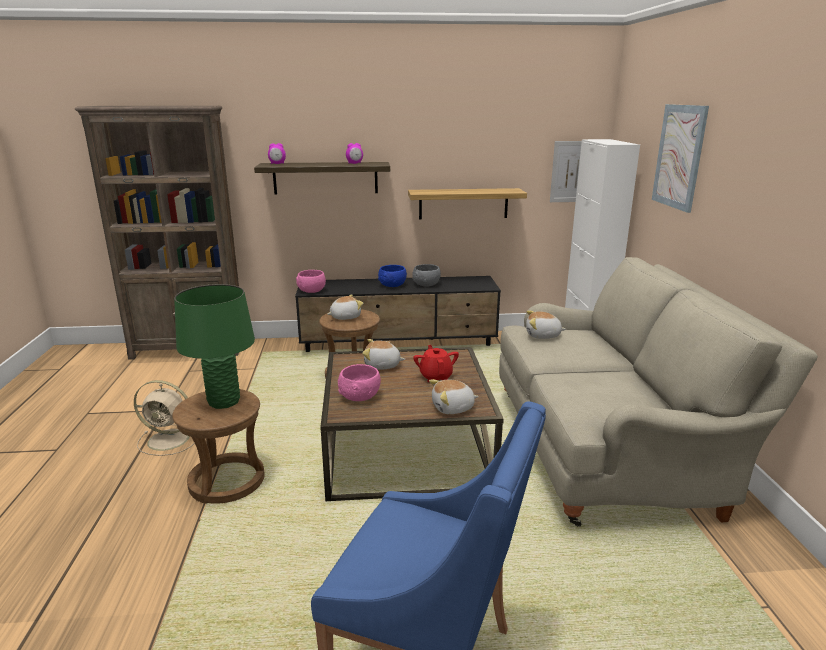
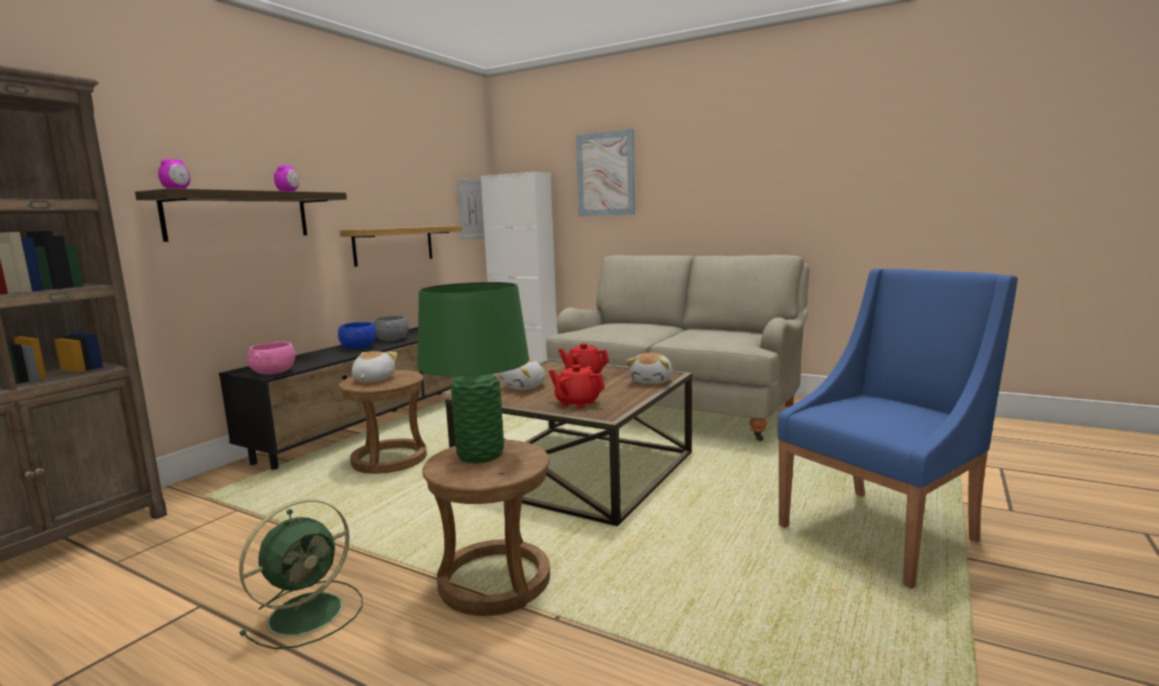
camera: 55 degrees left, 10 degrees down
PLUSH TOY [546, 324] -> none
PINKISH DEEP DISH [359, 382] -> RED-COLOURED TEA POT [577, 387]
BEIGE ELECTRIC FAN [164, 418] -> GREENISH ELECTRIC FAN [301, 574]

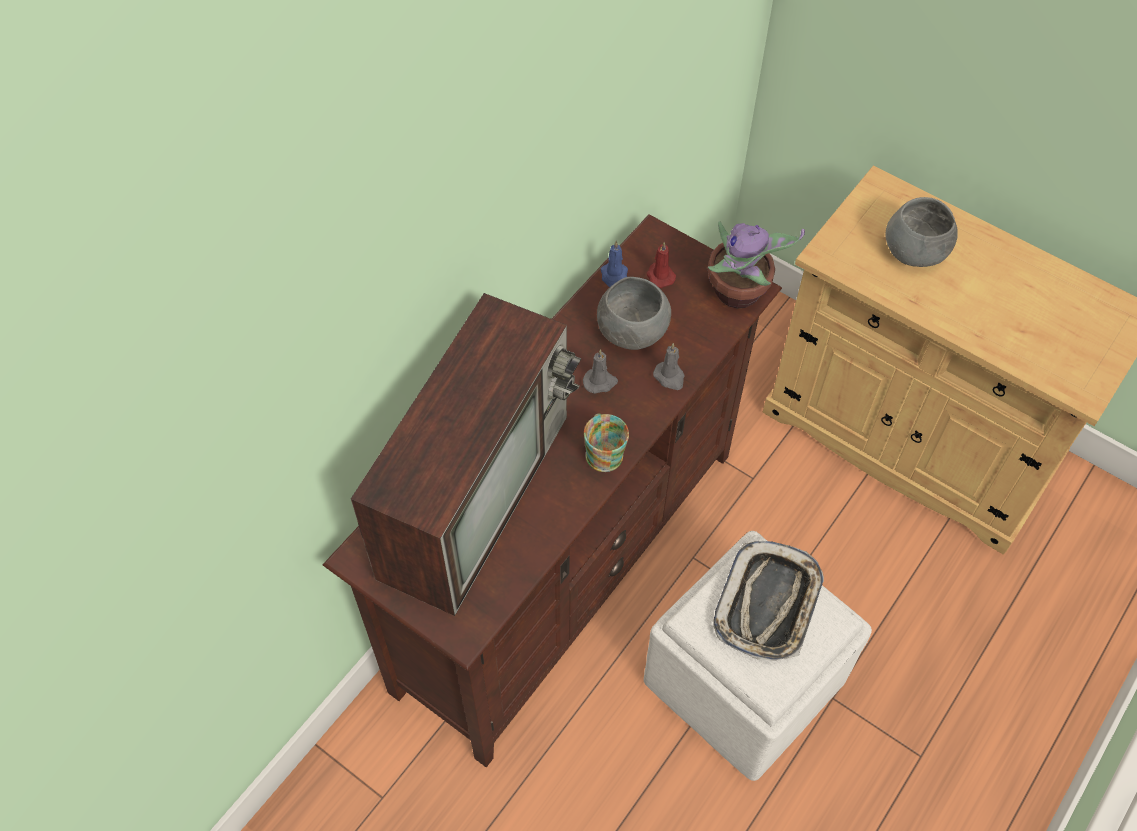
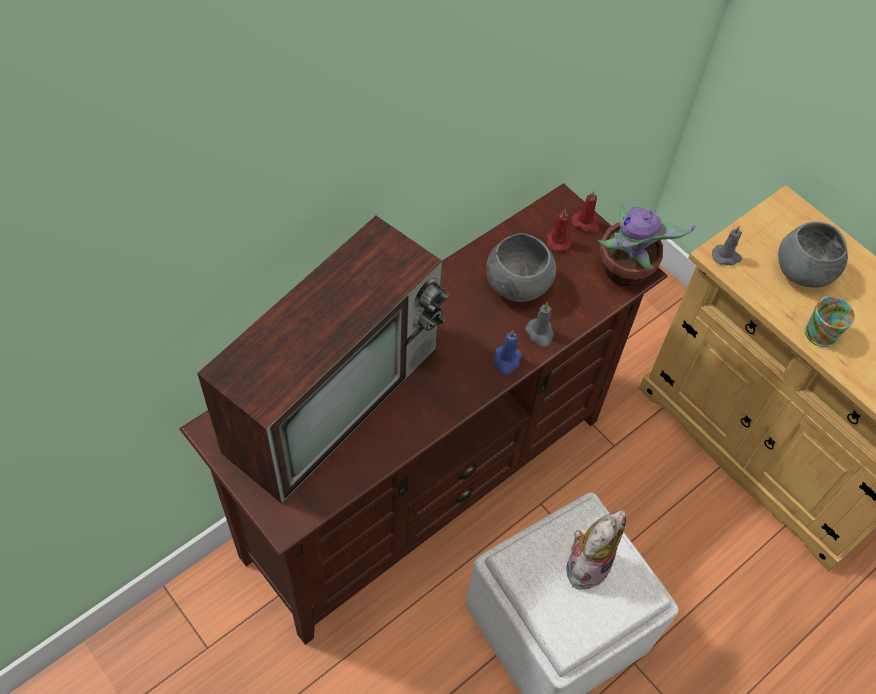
camera: 10 degrees right, 0 degrees up
none -> RED-COLOURED WAX LIGHT [585, 212]
GREY WAX LIGHT [600, 371] -> GREY WAX LIGHT [727, 246], move
TEA MUG [606, 443] -> TEA MUG [830, 321], move
BLUE WAX LIGHT [614, 264] -> BLUE WAX LIGHT [508, 352], move
TRAY [768, 601] -> PLUSH TOY [596, 553]

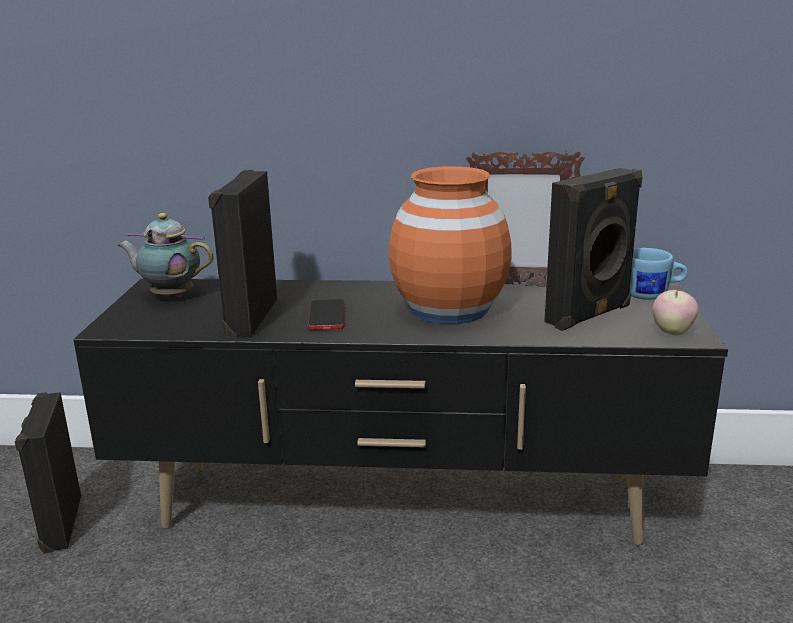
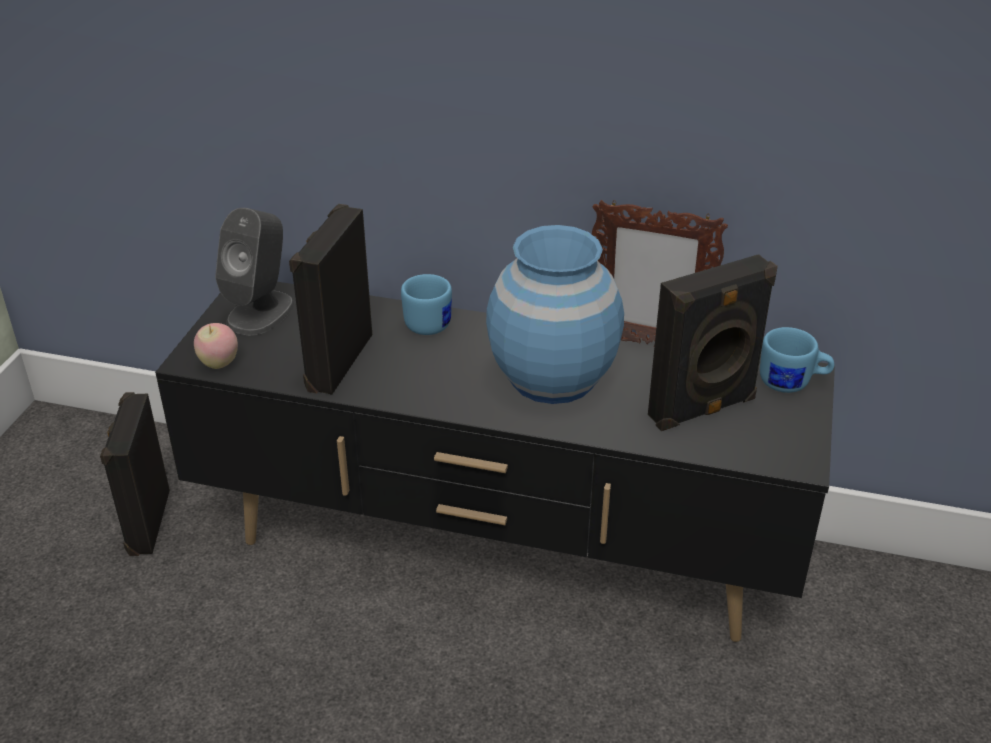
camera: 10 degrees right, 15 degrees up
HANDSET [327, 314] -> none
none -> BLUE TEA MUG [426, 304]
APPLE [675, 311] -> APPLE [216, 346], move
TEA POT [166, 255] -> GREY LOUDSPEAKER [255, 271]
ORANGE FLOWER VASE [450, 245] -> BLUE FLOWER VASE [555, 314]

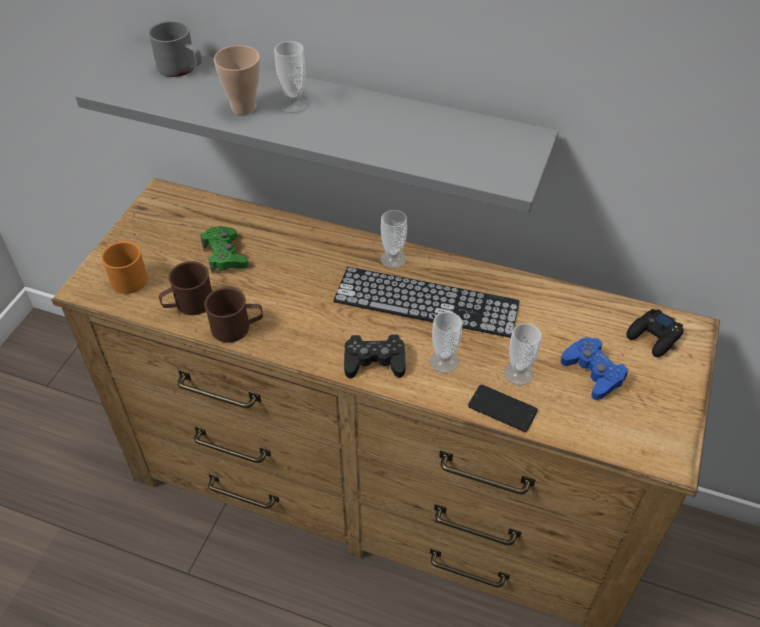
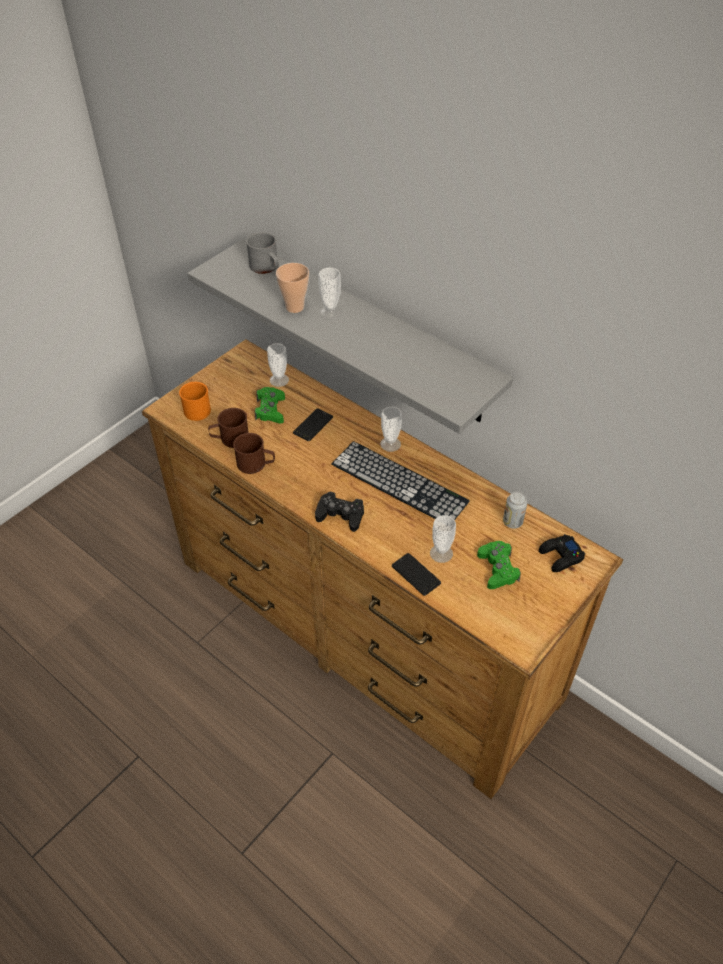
camera: 20 degrees right, 0 degrees up
none -> HANDSET [313, 425]
none -> METAL CAN [515, 510]
SMALL CUP [446, 342] -> SMALL CUP [278, 365], move
BLUE JOYPAD [594, 368] -> GREENISH JOYPAD [499, 565]

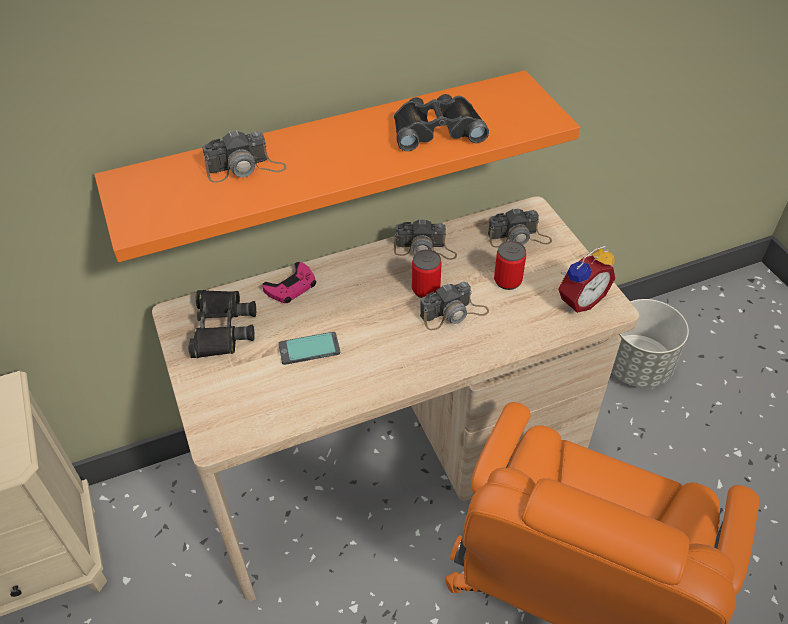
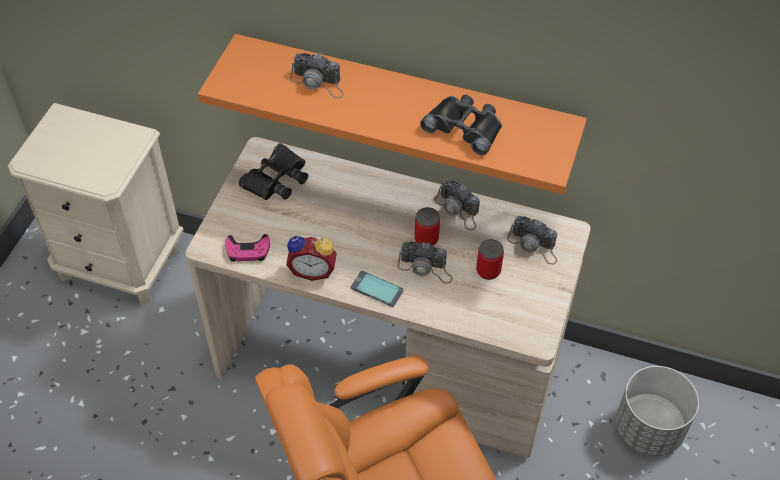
camera: 40 degrees right, 5 degrees up
PINKISH JOYPAD [289, 282] -> PINKISH JOYPAD [247, 248], move
HANDSET [309, 348] -> HANDSET [377, 289], move
ALARM CLOCK [586, 279] -> ALARM CLOCK [311, 257], move

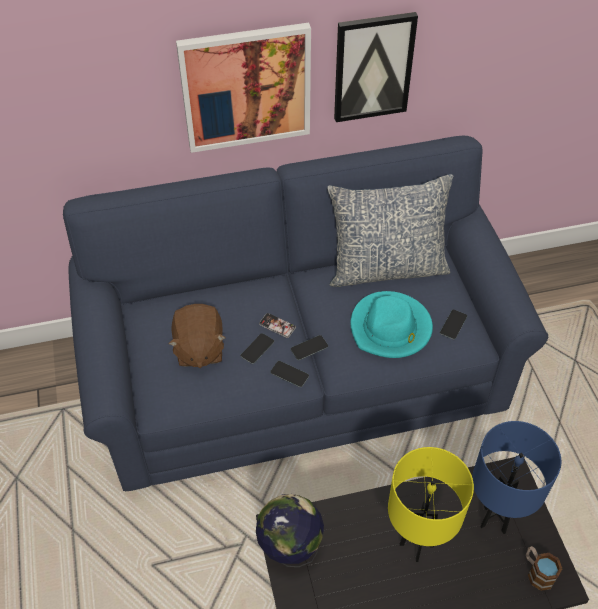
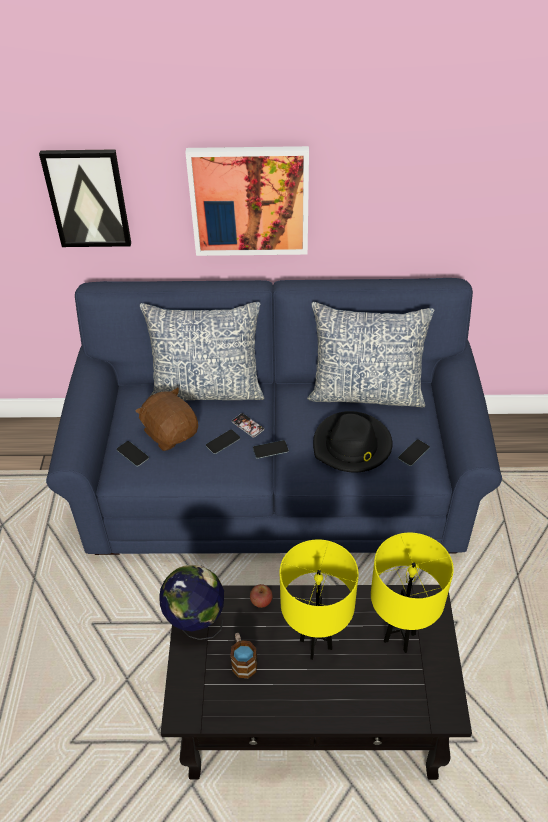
camera: 15 degrees right, 5 degrees down
none -> CUSHION [202, 350]
none -> APPLE [261, 596]
HANDSET [289, 374] -> HANDSET [133, 454], move
WALL PICTURE [376, 67] -> WALL PICTURE [85, 198], move
TEA MUG [544, 568] -> TEA MUG [243, 655], move
BLUE-GREEN HAT [391, 324] -> BLACKISH HAT [353, 441]
BLUE TABLE LAMP [516, 477] -> YELLOW TABLE LAMP [412, 593]
BROWN-COLOURED PLUSH TOY [197, 336] -> BROWN-COLOURED PLUSH TOY [166, 419], 135 degrees clockwise

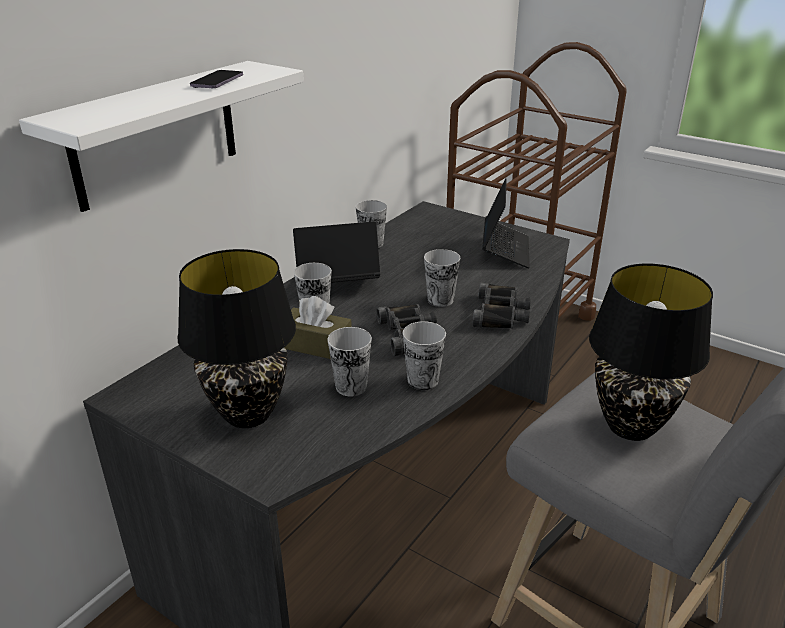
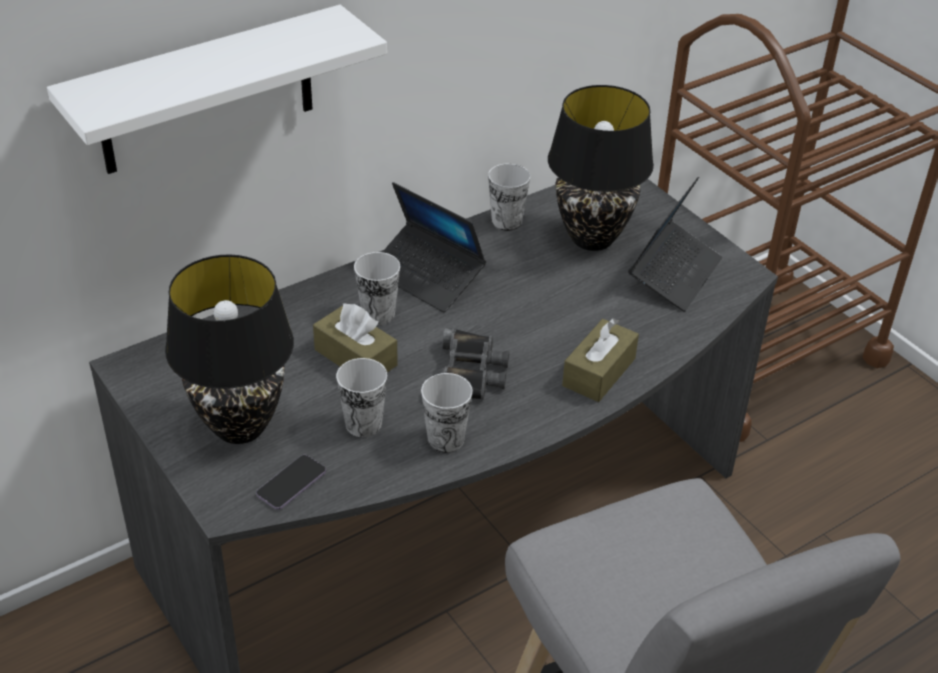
camera: 20 degrees right, 10 degrees up
SMALL CUP [442, 278] -> none
HANDSET [216, 79] -> HANDSET [291, 482], move
BLACKISH TABLE LAMP [651, 352] -> BLACKISH TABLE LAMP [601, 168], move
BLACKISH BINOCULARS [501, 305] -> BROWN-COLOURED BOX OF TISSUES [600, 360]
LAPTOP [336, 252] -> LAPTOP [434, 247], 150 degrees counterclockwise

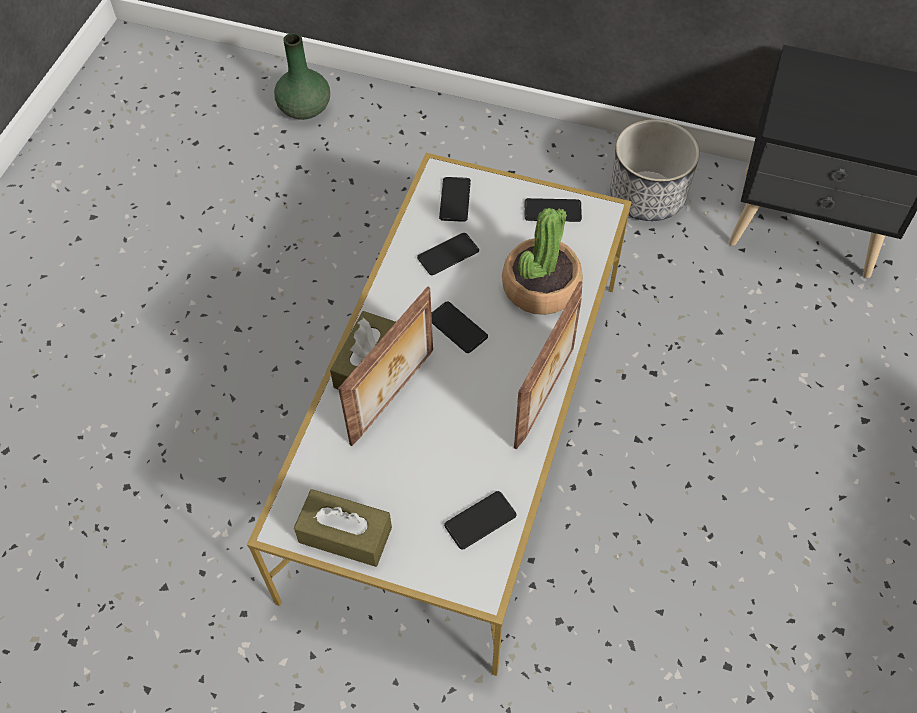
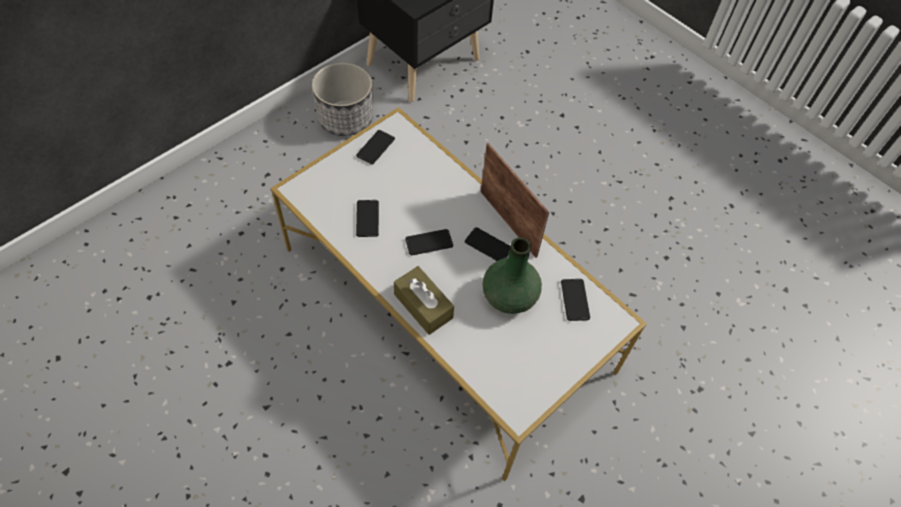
camera: 65 degrees left, 0 degrees up
BROWN-COLOURED BOX OF TISSUES [343, 528] -> none
STANDING FRAME [385, 366] -> none
HOUSEPLANT [542, 261] -> none
GREENISH FLOWER VASE [302, 76] -> GREENISH FLOWER VASE [512, 275], move
HANDSET [455, 199] -> HANDSET [487, 244], move

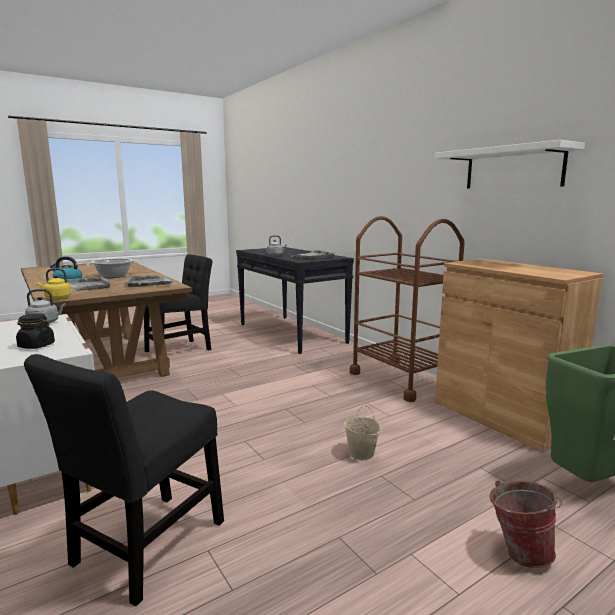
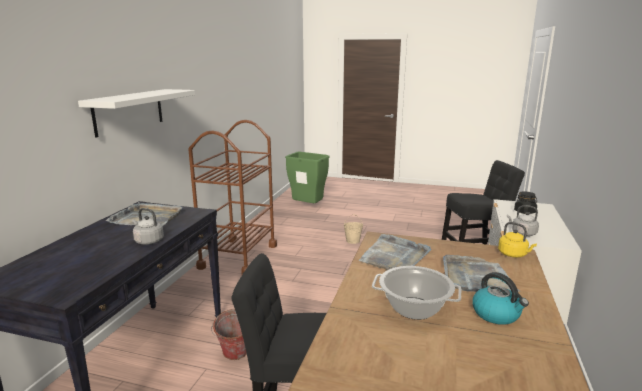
camera: 130 degrees left, 5 degrees up
BROWN-COLOURED CABINET [519, 355] -> none
WHITE BRACKET SHELF [510, 164] -> WHITE BRACKET SHELF [136, 113], move
BUCKET [525, 524] -> BUCKET [229, 334], move

